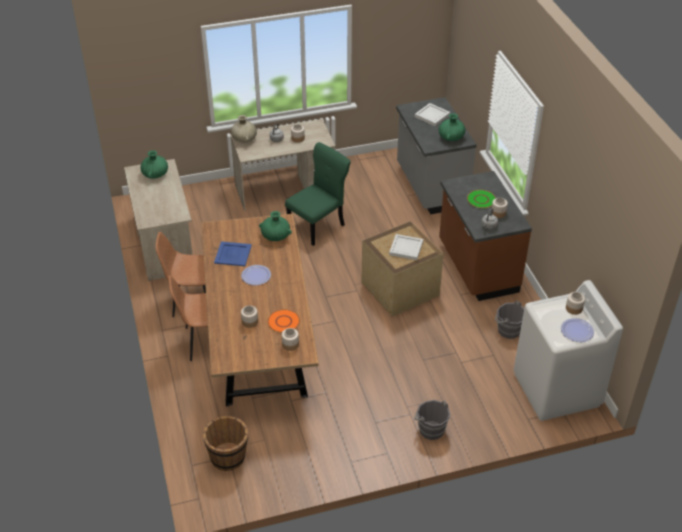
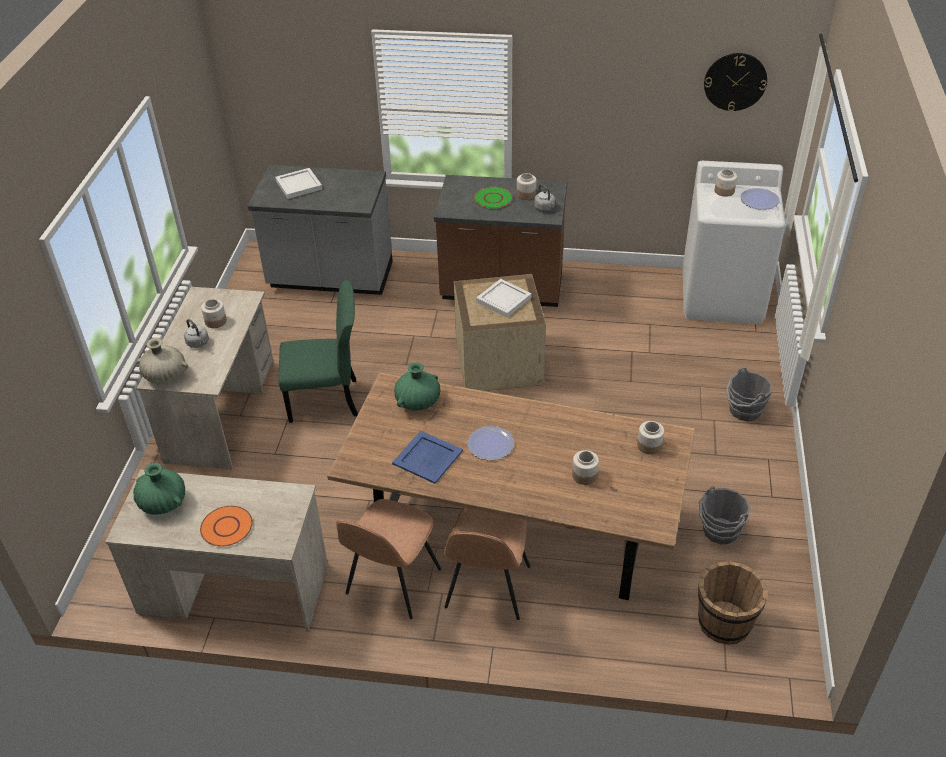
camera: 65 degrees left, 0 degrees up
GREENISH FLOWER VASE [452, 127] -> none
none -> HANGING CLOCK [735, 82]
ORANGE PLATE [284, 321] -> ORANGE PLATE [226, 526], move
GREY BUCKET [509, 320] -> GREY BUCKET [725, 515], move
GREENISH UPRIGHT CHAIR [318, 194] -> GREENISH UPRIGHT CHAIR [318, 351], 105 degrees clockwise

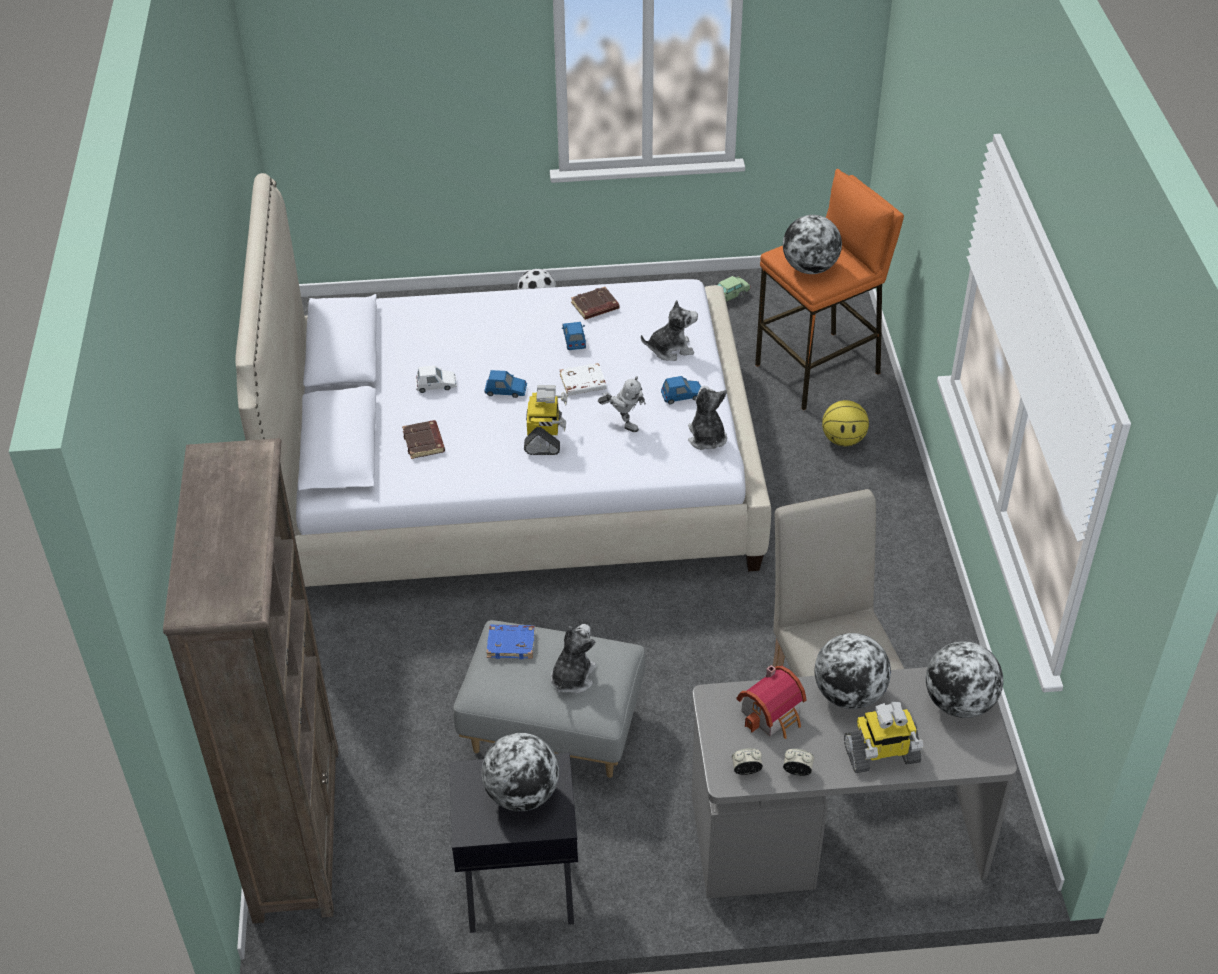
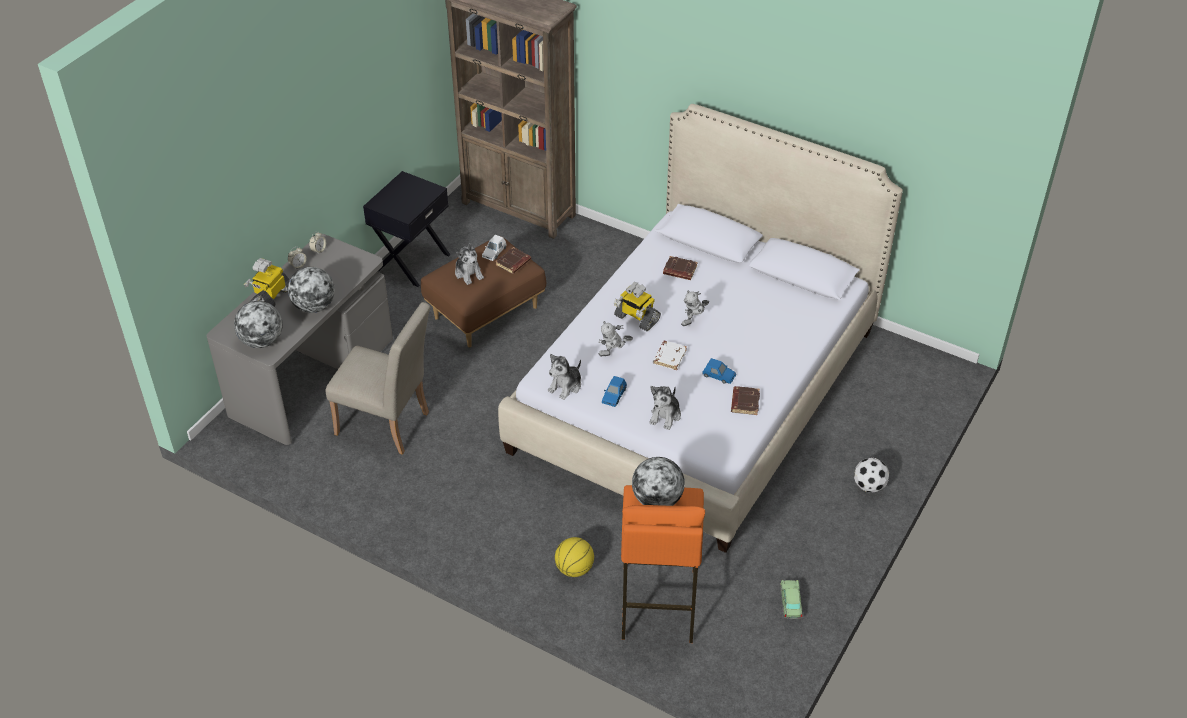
camera: 125 degrees right, 0 degrees up
GLOBE [520, 772] -> none
MINIATURE HOUSE [771, 702] -> none
WHITE MODEL CAR [436, 379] -> WHITE MODEL CAR [494, 248], move
BLUE MODEL CAR [505, 384] -> MODEL ROBOT [695, 308]
GREY POUFFE [549, 699] -> BROWN-COLOURED POUFFE [484, 291]
BLUE BOOK [510, 642] -> BROWN-COLOURED BOOK [513, 260]
PLUSH TOY [707, 418] -> PLUSH TOY [564, 377], 105 degrees clockwise

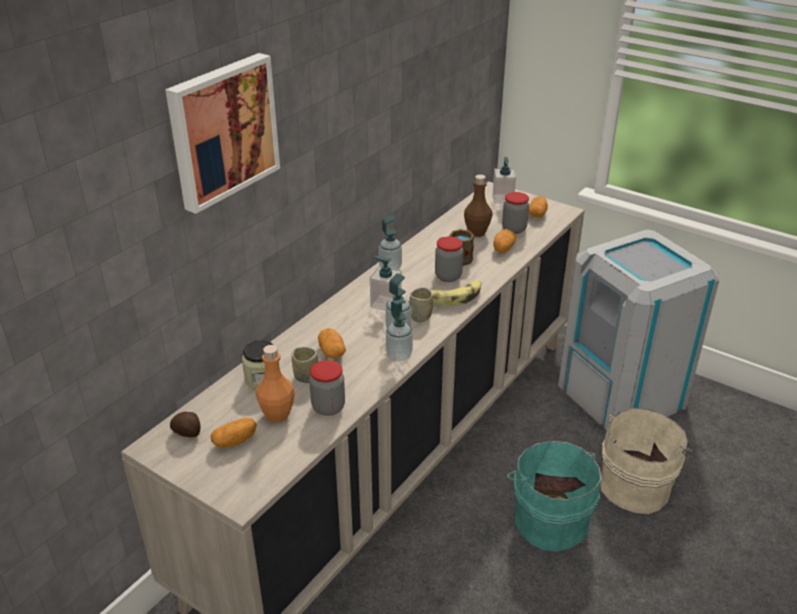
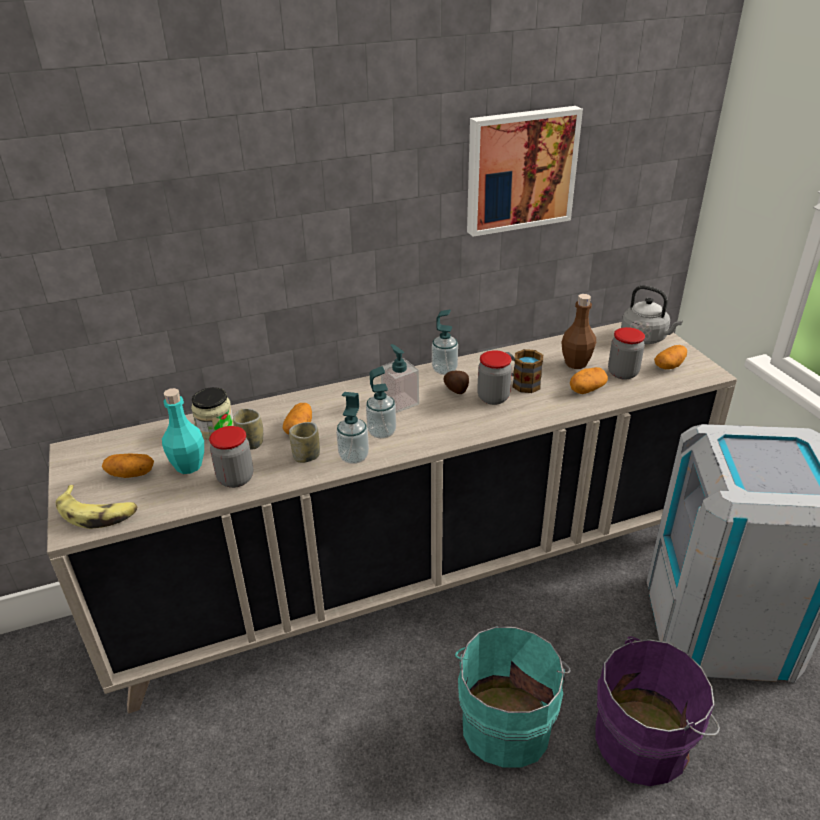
camera: 35 degrees right, 0 degrees up
WALL PICTURE [222, 133] -> WALL PICTURE [525, 171], move
POTATO [185, 424] -> POTATO [456, 382], move
SMALL CUP [421, 304] -> SMALL CUP [304, 442], move
WHOLE BANANA [455, 293] -> WHOLE BANANA [96, 507], move
LIQUID SOAP BOTTLE [504, 180] -> GREY WATER KETTLE [652, 314]
ORANGE DRINK BOTTLE [275, 384] -> BLUE-GREEN DRINK BOTTLE [183, 431]
BEIGE BUCKET [647, 461] -> PURPLISH BUCKET [657, 711]

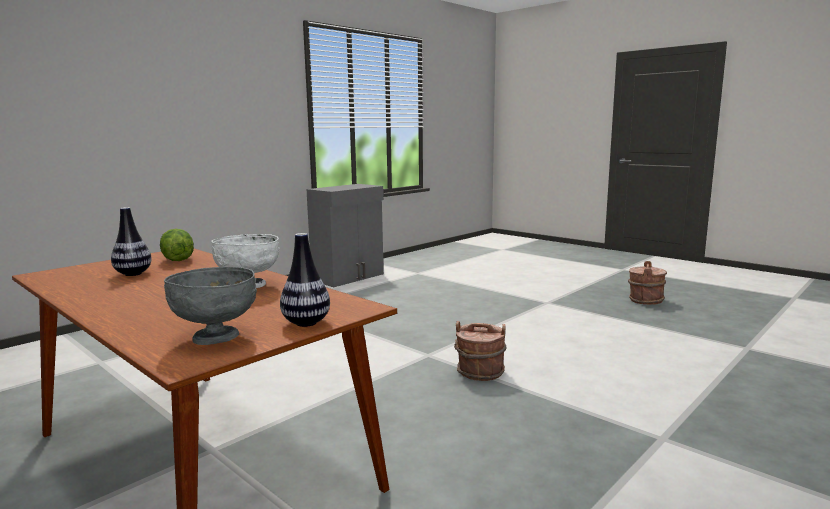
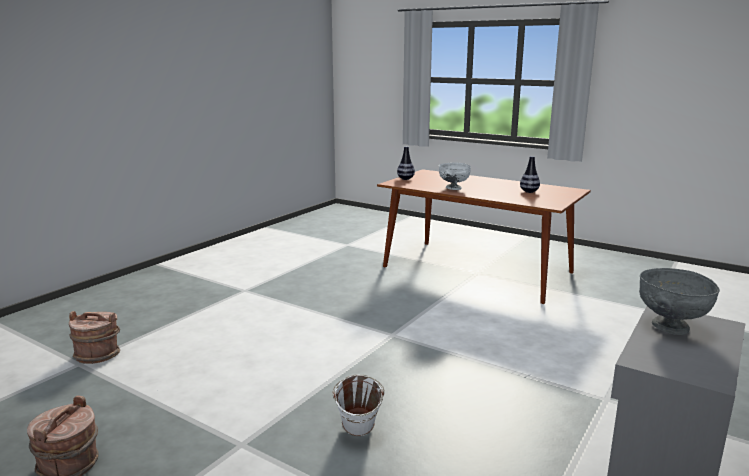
camera: 170 degrees right, 5 degrees up
LETTUCE HEAD [177, 245] -> none
none -> WHITE BUCKET [358, 405]
GREY DEEP DISH [210, 306] -> GREY DEEP DISH [679, 301], move
BROWN-COLOURED BUCKET [480, 351] -> BROWN-COLOURED BUCKET [94, 337], move

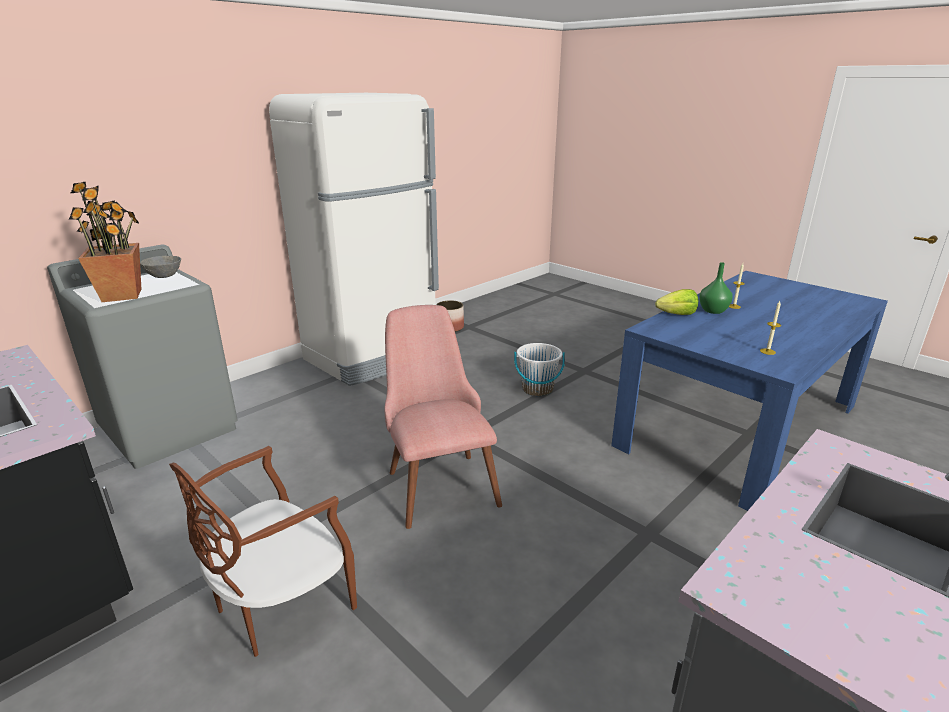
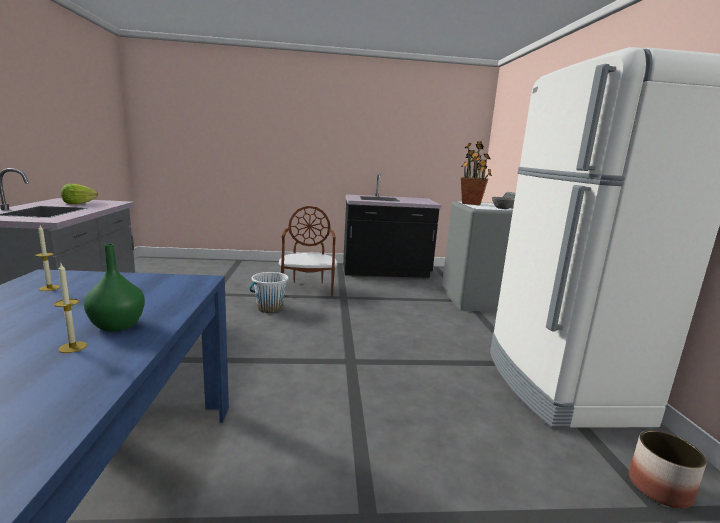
camera: 130 degrees right, 10 degrees down
PINKISH UPRIGHT CHAIR [443, 417] -> none
WHITE BUCKET [539, 369] -> WHITE BUCKET [269, 292], move
LETTUCE HEAD [676, 302] -> LETTUCE HEAD [79, 194], move

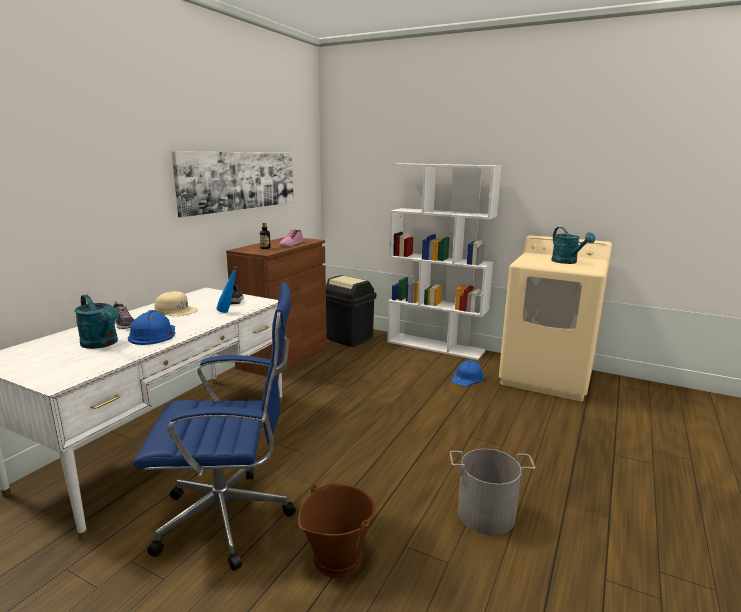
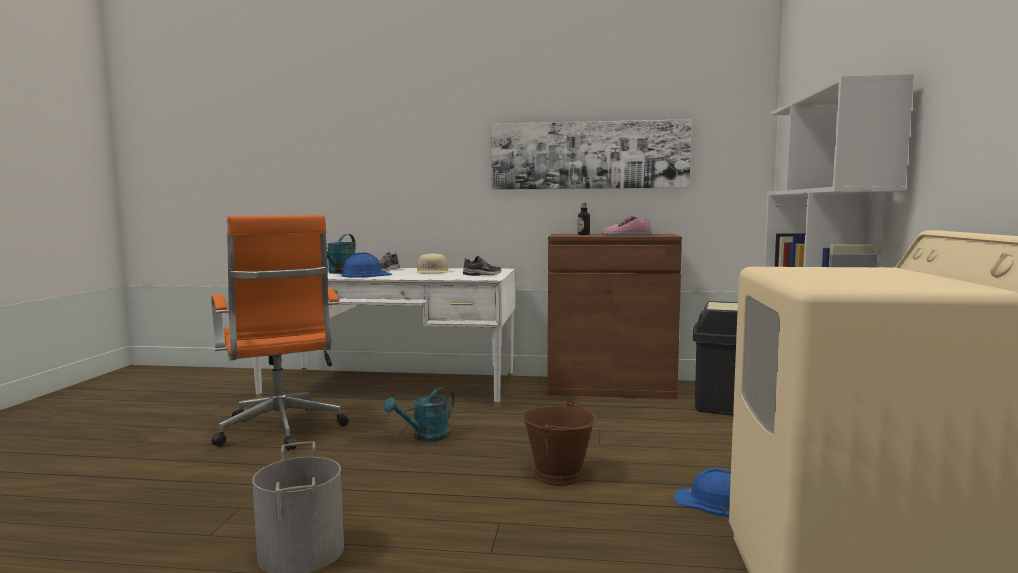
camera: 70 degrees right, 10 degrees down
BLUE DRINK BOTTLE [226, 289] -> none
BROWN-COLOURED BUCKET [337, 531] -> BROWN-COLOURED BUCKET [559, 442], move
BLUE-GREEN WATERING CAN [573, 245] -> BLUE-GREEN WATERING CAN [419, 414], move
BLUE OFFICE CHAIR [214, 426] -> ORANGE OFFICE CHAIR [280, 333]

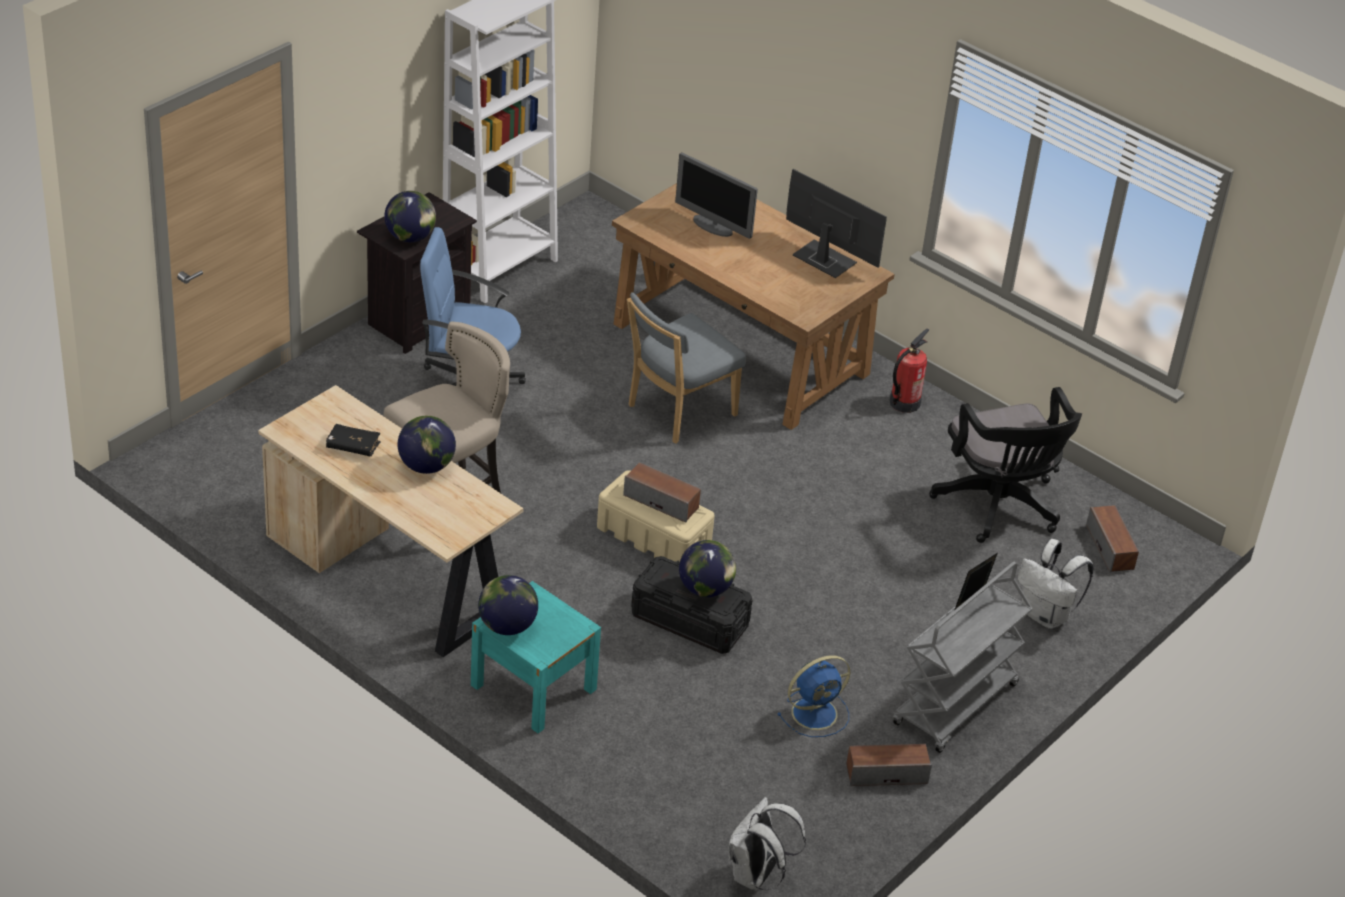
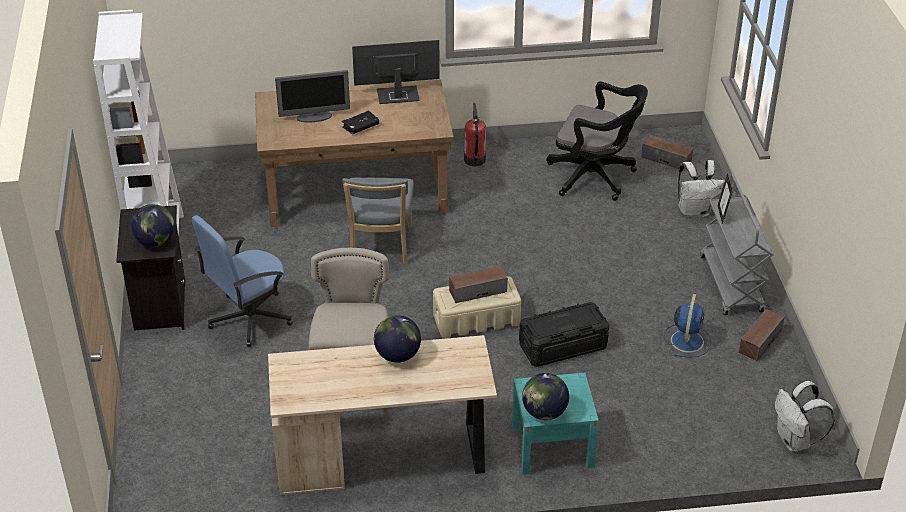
camera: 45 degrees left, 0 degrees up
GLOBE [707, 568] -> none
BLACKISH BOOK [353, 440] -> BLACKISH BOOK [360, 122], move

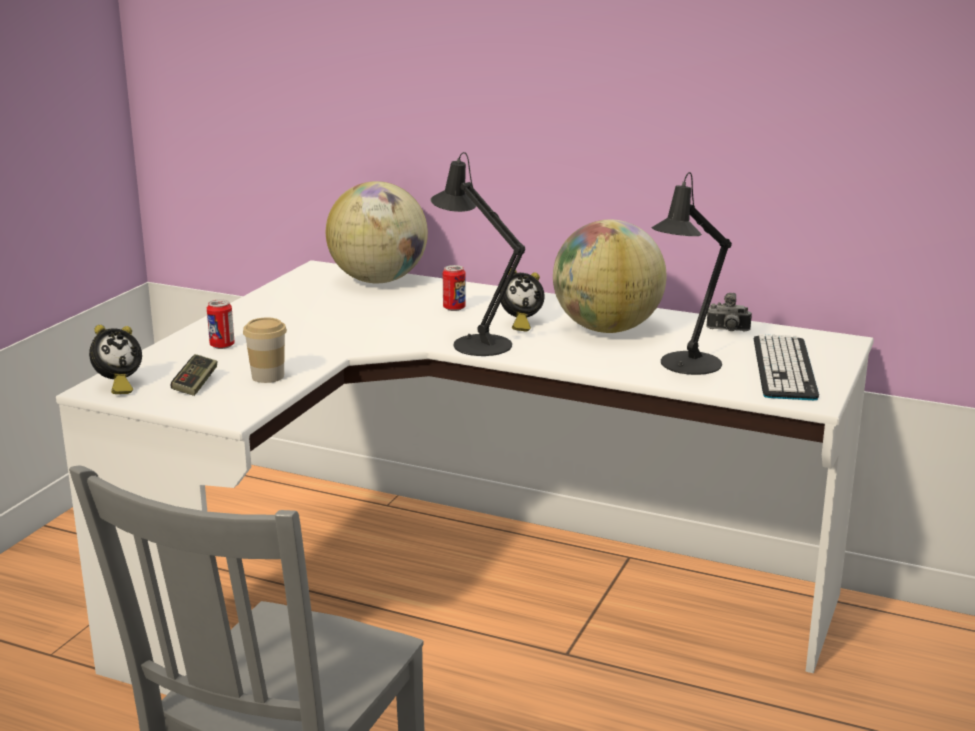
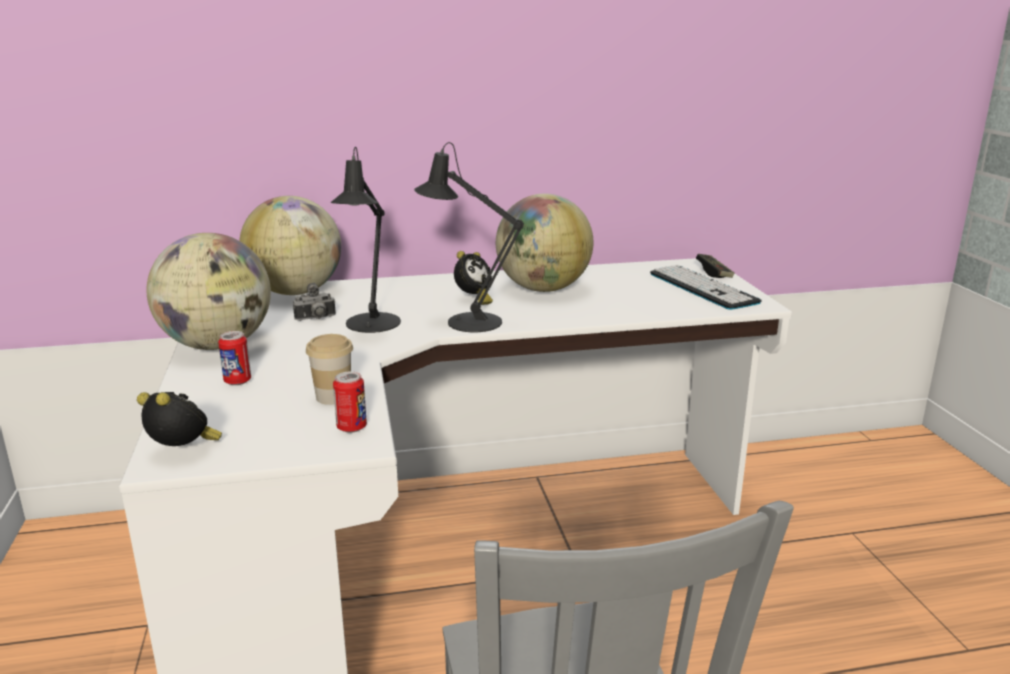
camera: 35 degrees left, 0 degrees up
none -> GLOBE [208, 291]
JOYPAD [194, 375] -> JOYPAD [715, 266], move
METAL CAN [454, 288] -> METAL CAN [350, 402], move
BLACKISH TABLE LAMP [692, 273] -> BLACKISH TABLE LAMP [366, 240], move
PHOTO CAMERA [729, 312] -> PHOTO CAMERA [314, 302], move
ALARM CLOCK [115, 359] -> ALARM CLOCK [179, 419], 75 degrees counterclockwise

